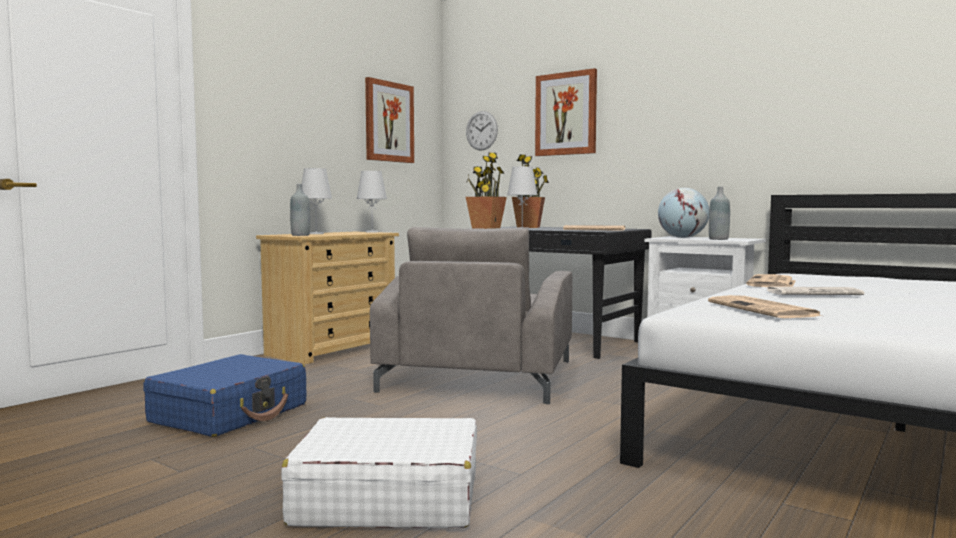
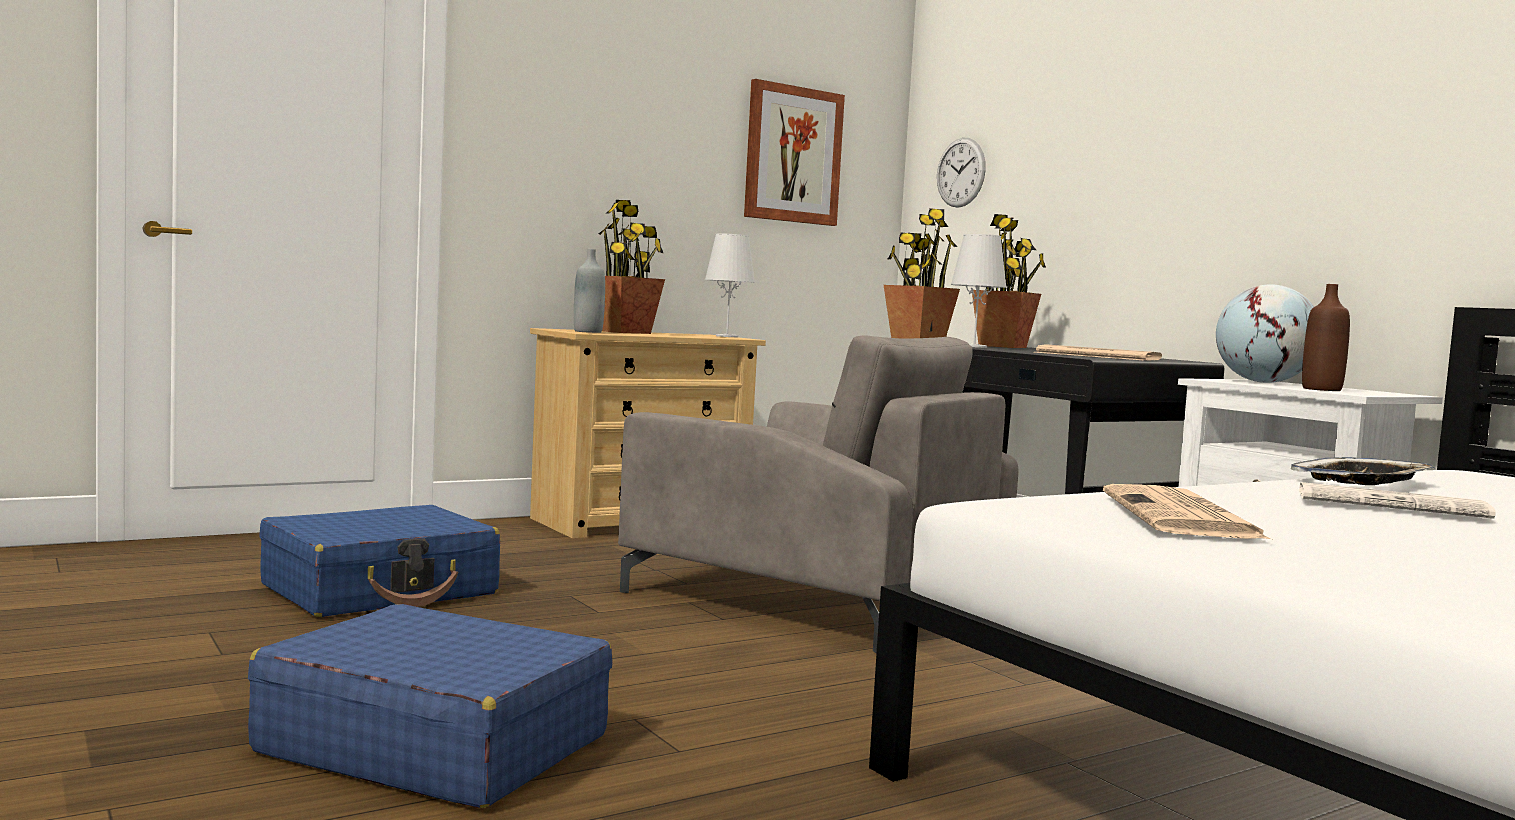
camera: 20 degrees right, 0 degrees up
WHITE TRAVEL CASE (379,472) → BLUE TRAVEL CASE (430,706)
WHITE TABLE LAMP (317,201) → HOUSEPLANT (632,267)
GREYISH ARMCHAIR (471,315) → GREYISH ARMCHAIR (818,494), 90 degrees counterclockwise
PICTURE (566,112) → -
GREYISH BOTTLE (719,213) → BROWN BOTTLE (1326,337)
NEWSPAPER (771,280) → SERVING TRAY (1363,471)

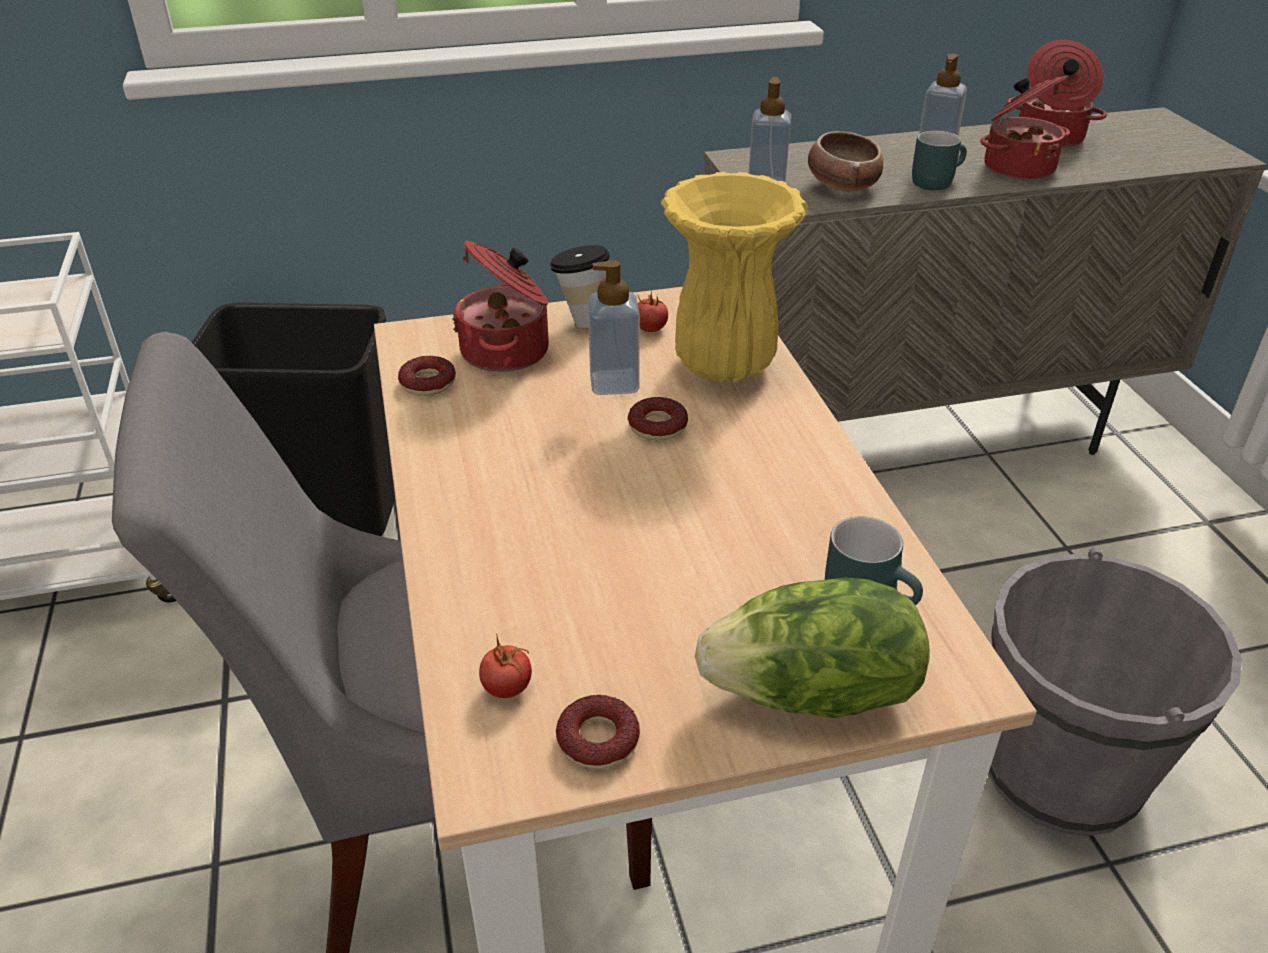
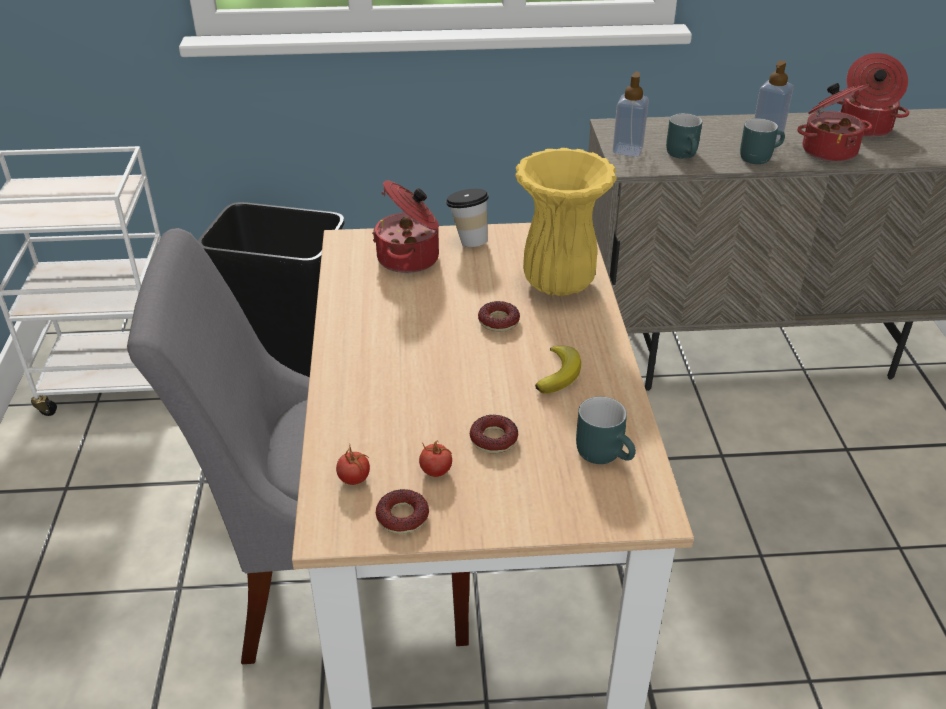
camera: 10 degrees right, 0 degrees up
RING DOUGHNUT (427,376) → RING DOUGHNUT (494,434), relocated
SOAP DISPENSER (614,327) → -
WHOLE TOMATO (653,311) → WHOLE TOMATO (435,459), relocated
HEAD OF LETTUCE (812,648) → -
BOWL (845,161) → TURQUOISE-COLOURED COFFEE MUG (684,136)
GREYISH BUCKET (1115,691) → -
- → BANANA (558,370)

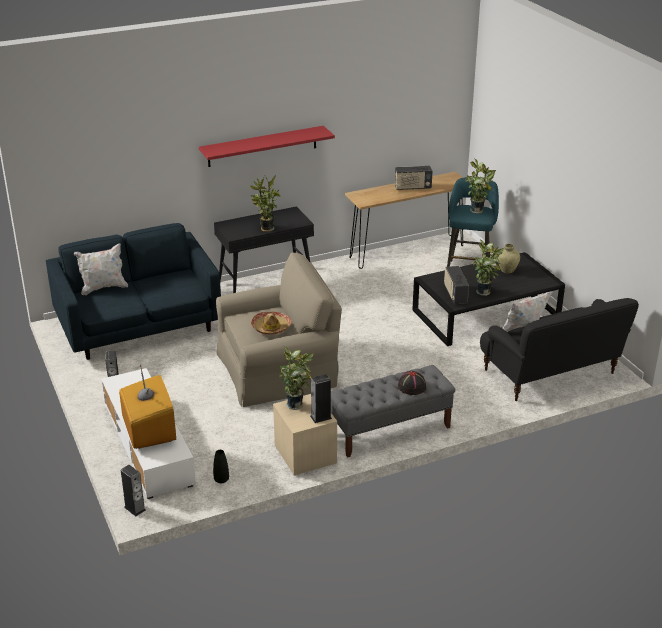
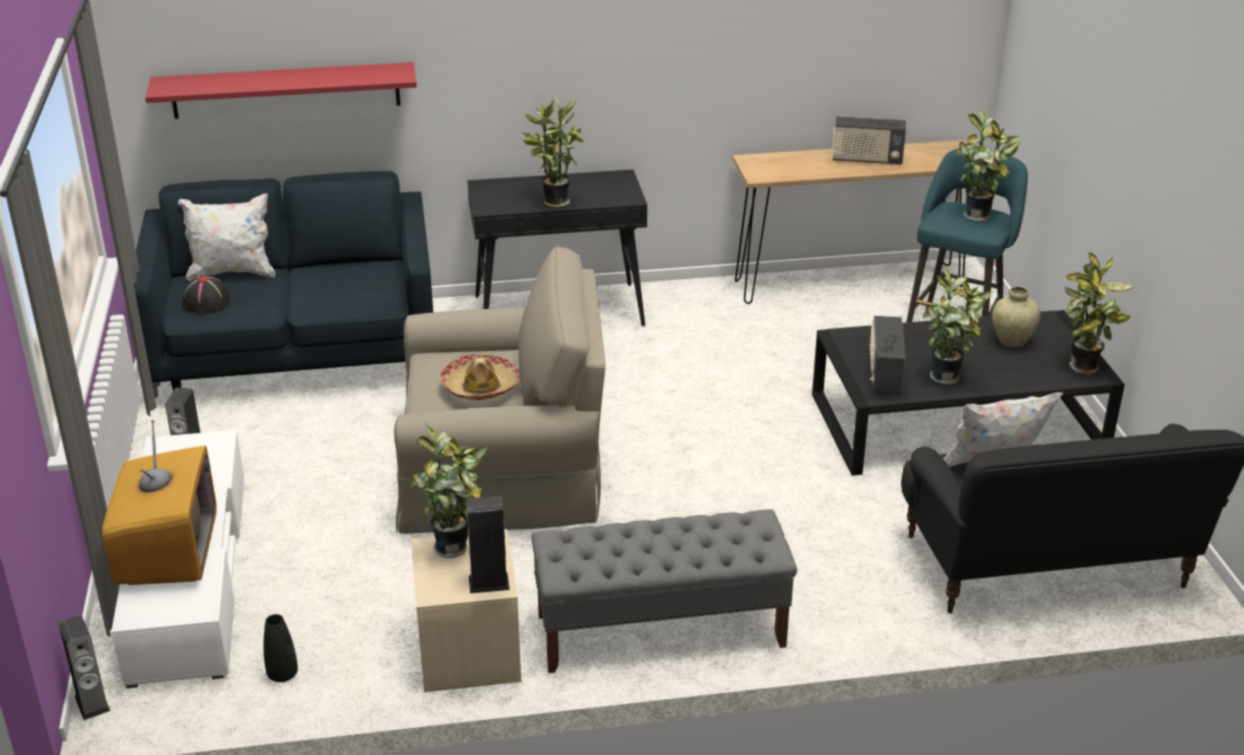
camera: 15 degrees right, 0 degrees up
REDDISH WALL SHELF (267,146) → REDDISH WALL SHELF (281,90), relocated
BLACK-COLOURED CLOTHING HAT (412,383) → BLACK-COLOURED CLOTHING HAT (206,295), relocated
- → HOUSEPLANT (1099,313)

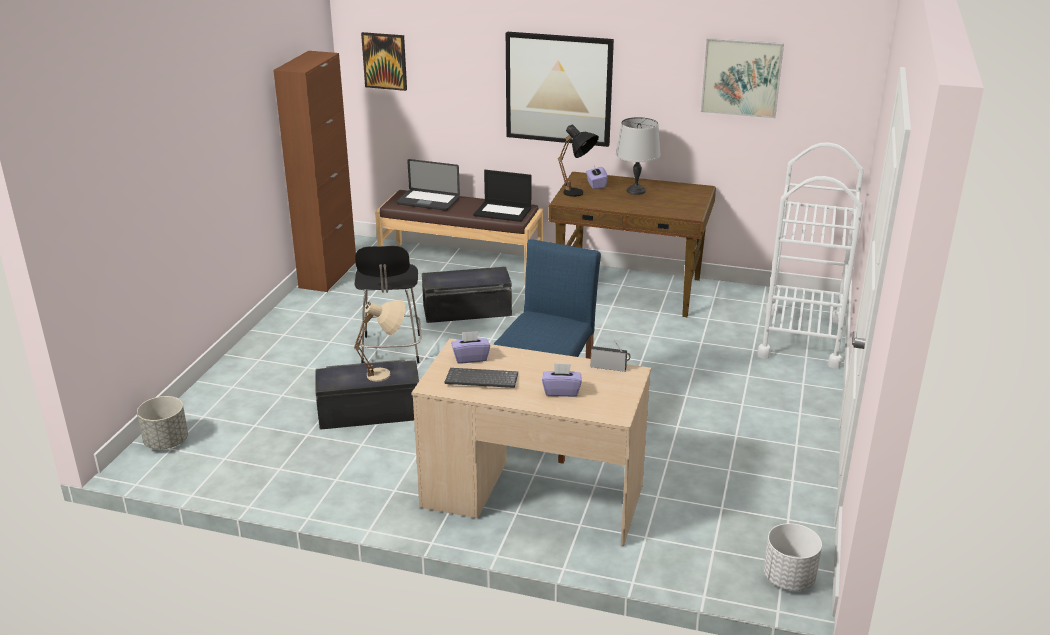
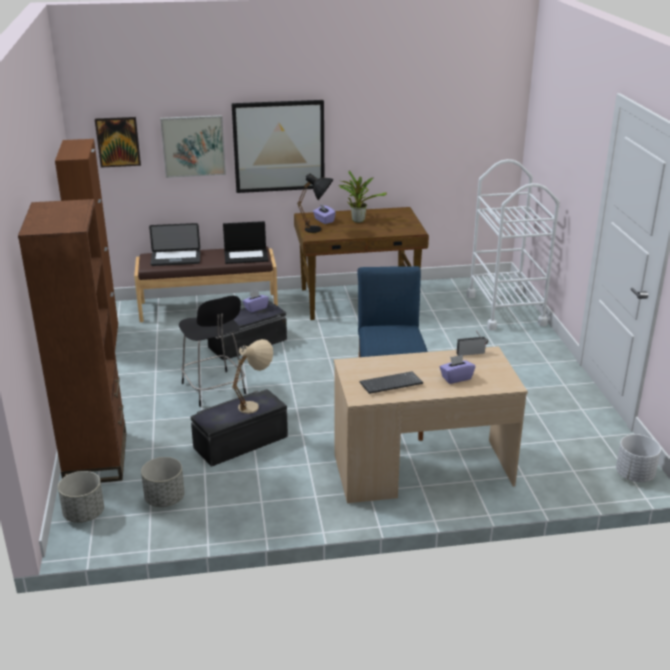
camera: 25 degrees left, 0 degrees up
PURPLE TISSUE BOX (470,347) → PURPLE TISSUE BOX (256,301), relocated
GREYISH TABLE LAMP (638,156) → HOUSEPLANT (363,197)
PICTURE (742,78) → PICTURE (193,146), relocated
- → BROWN BOOKCASE (72,340)
- → GREYISH PLANTER (163,482)

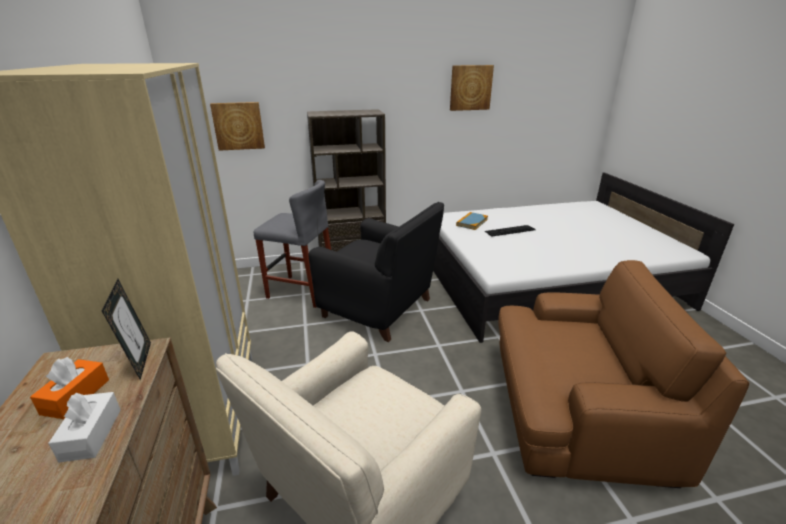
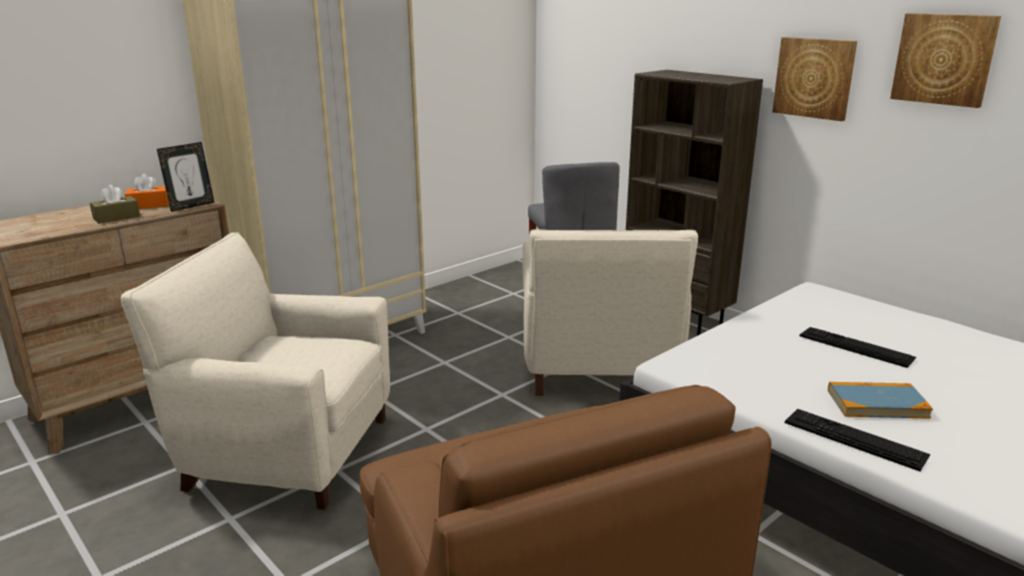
camera: 60 degrees right, 5 degrees down
WHITE TISSUE BOX (84,427) → BROWN TISSUE BOX (115,204)
PICTURE (237,126) → PICTURE (814,79), relocated
BLACK-COLOURED ARMCHAIR (376,272) → SAND-COLOURED ARMCHAIR (610,313)
BOOK (472,221) → BOOK (880,400), relocated
- → KEYBOARD (857,440)

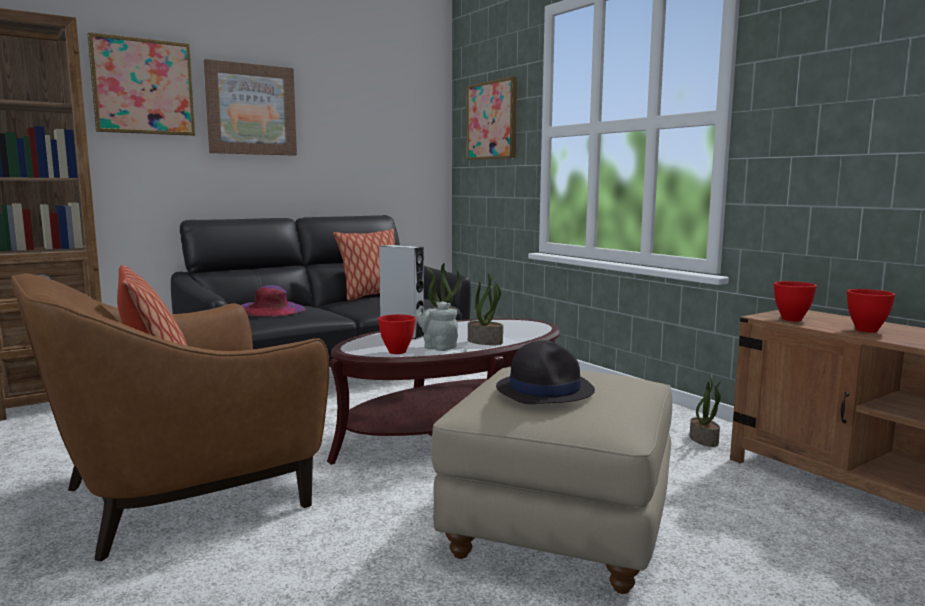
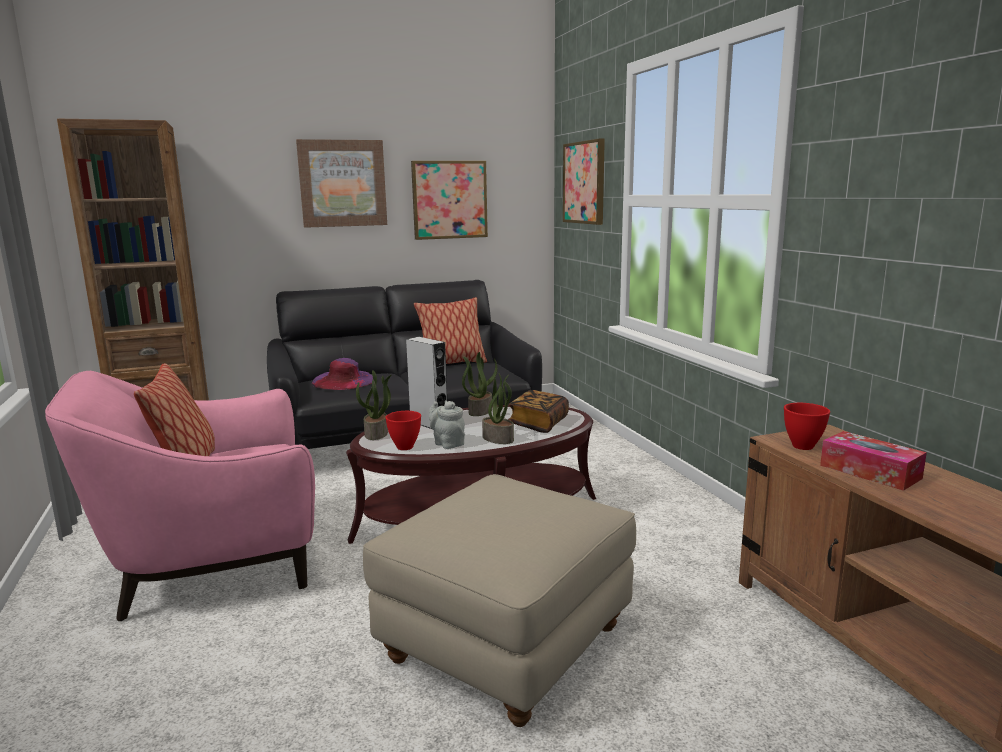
camera: 15 degrees right, 5 degrees up
BROWN ARMCHAIR (170,417) → PINKISH ARMCHAIR (180,496)
PICTURE (141,84) → PICTURE (449,200), relocated
BLACK-COLOURED CLOTHING HAT (545,372) → -
HOUSEPLANT (706,412) → HOUSEPLANT (374,405), relocated
REDDISH BOWL (871,311) → TISSUE BOX (873,461)
- → BOOK (538,411)

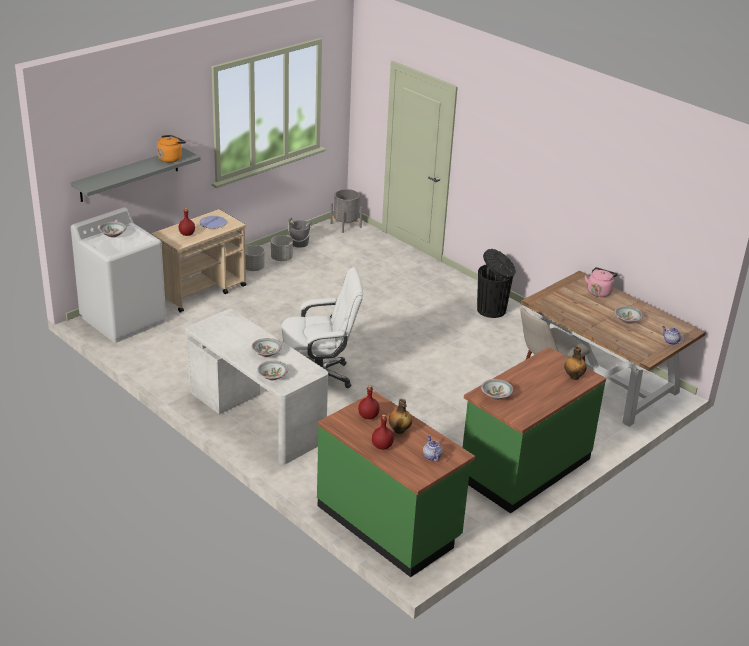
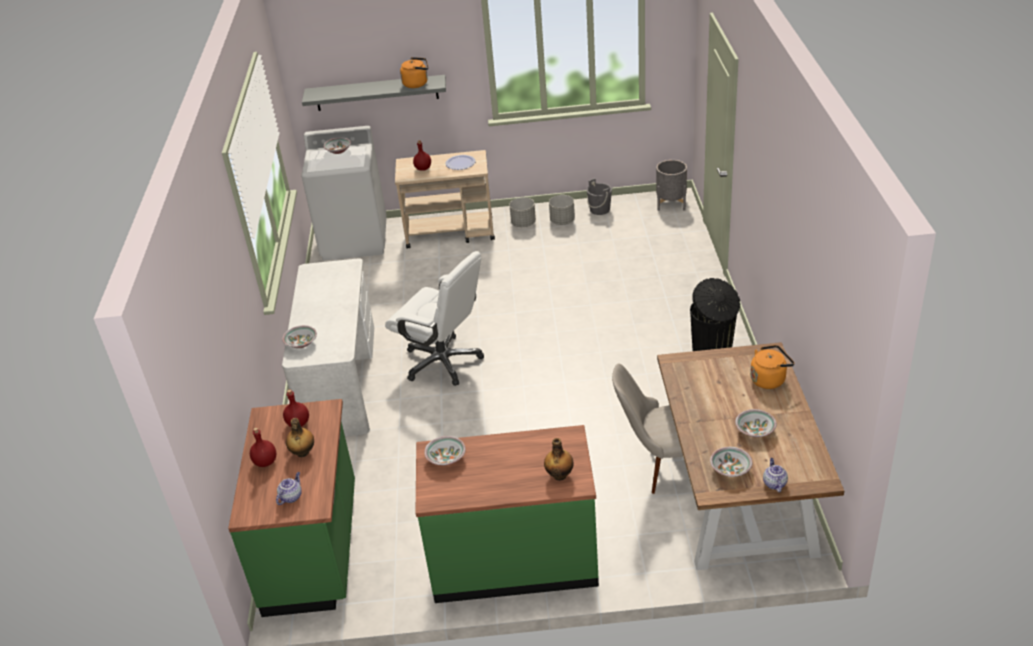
camera: 45 degrees right, 5 degrees up
BOWL (267,347) → BOWL (731,462), relocated
PINKISH KETTLE (601,282) → ORANGE KETTLE (772,367)

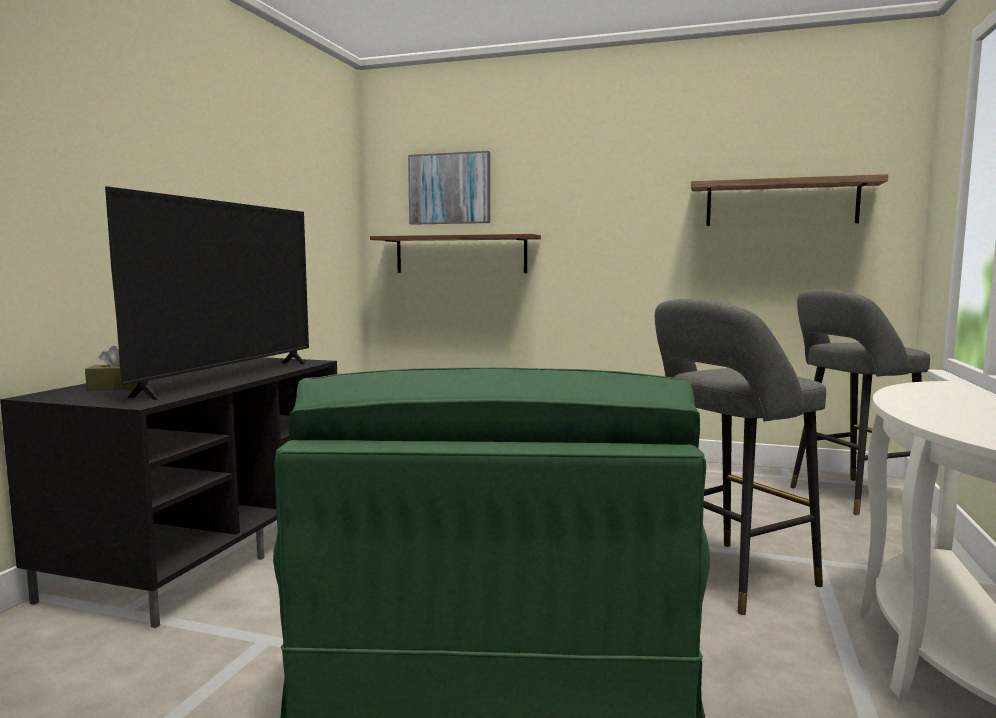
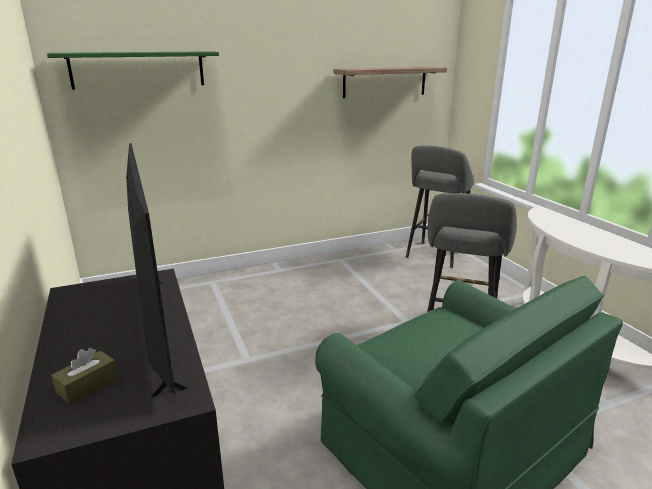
camera: 40 degrees left, 15 degrees up
BROWN WALL SHELF (455,253) → -
PICTURE (449,188) → GREENISH WALL SHELF (133,70)

